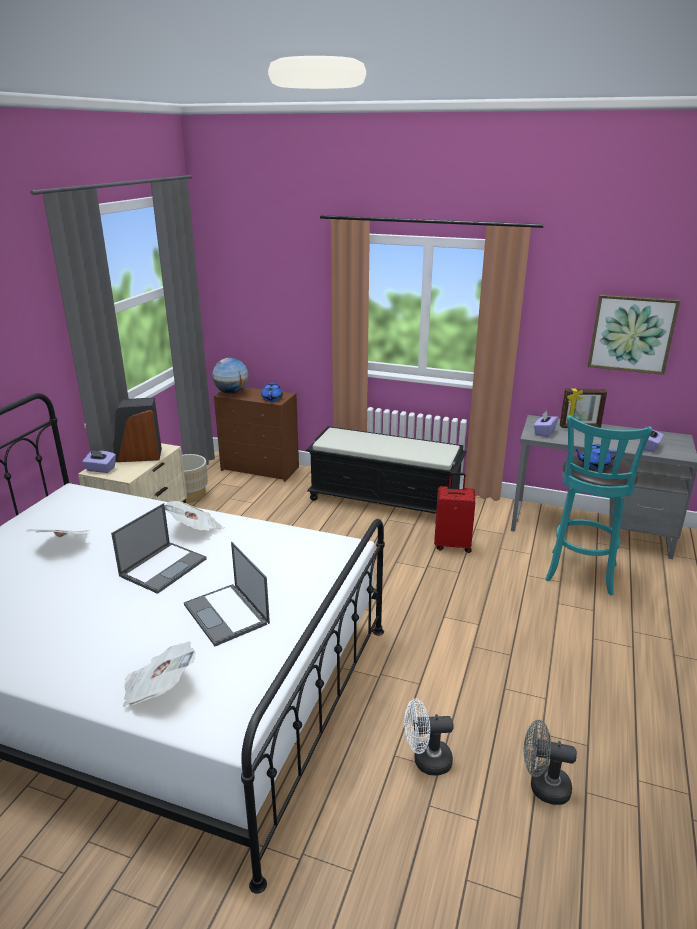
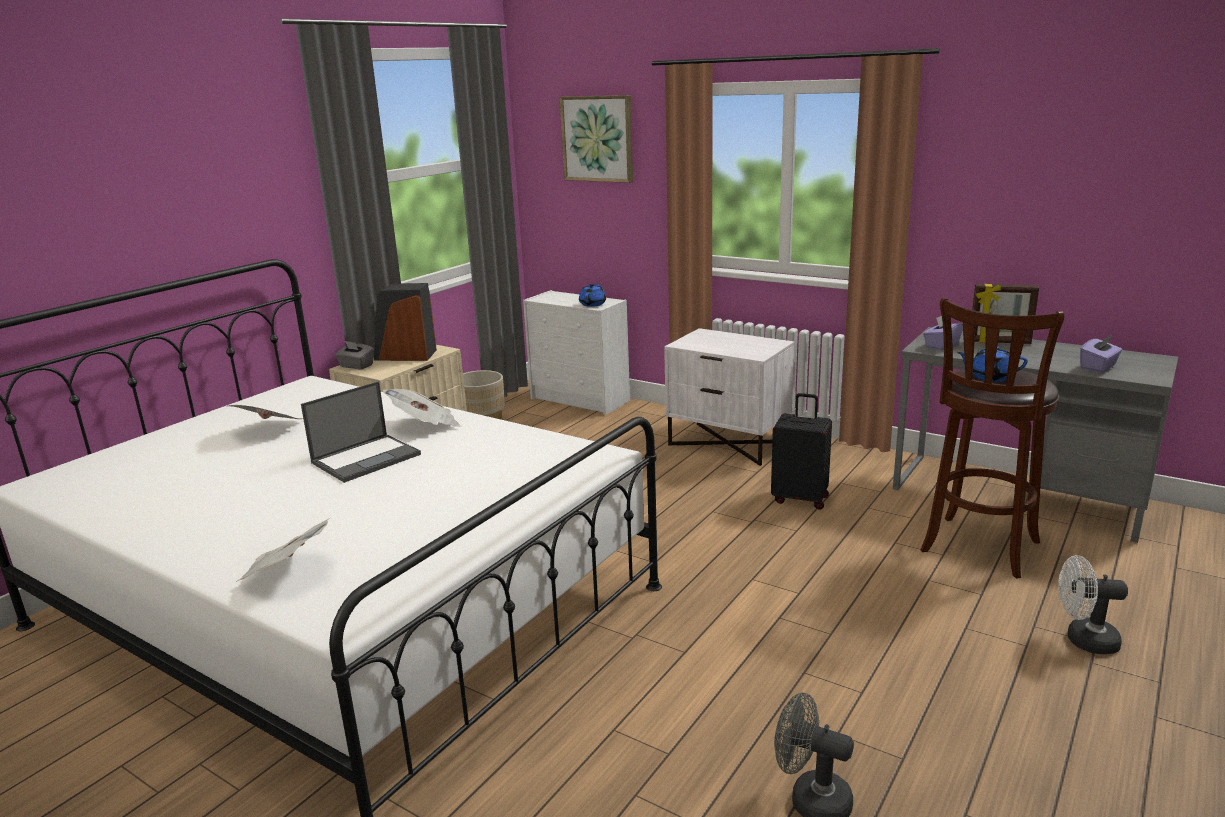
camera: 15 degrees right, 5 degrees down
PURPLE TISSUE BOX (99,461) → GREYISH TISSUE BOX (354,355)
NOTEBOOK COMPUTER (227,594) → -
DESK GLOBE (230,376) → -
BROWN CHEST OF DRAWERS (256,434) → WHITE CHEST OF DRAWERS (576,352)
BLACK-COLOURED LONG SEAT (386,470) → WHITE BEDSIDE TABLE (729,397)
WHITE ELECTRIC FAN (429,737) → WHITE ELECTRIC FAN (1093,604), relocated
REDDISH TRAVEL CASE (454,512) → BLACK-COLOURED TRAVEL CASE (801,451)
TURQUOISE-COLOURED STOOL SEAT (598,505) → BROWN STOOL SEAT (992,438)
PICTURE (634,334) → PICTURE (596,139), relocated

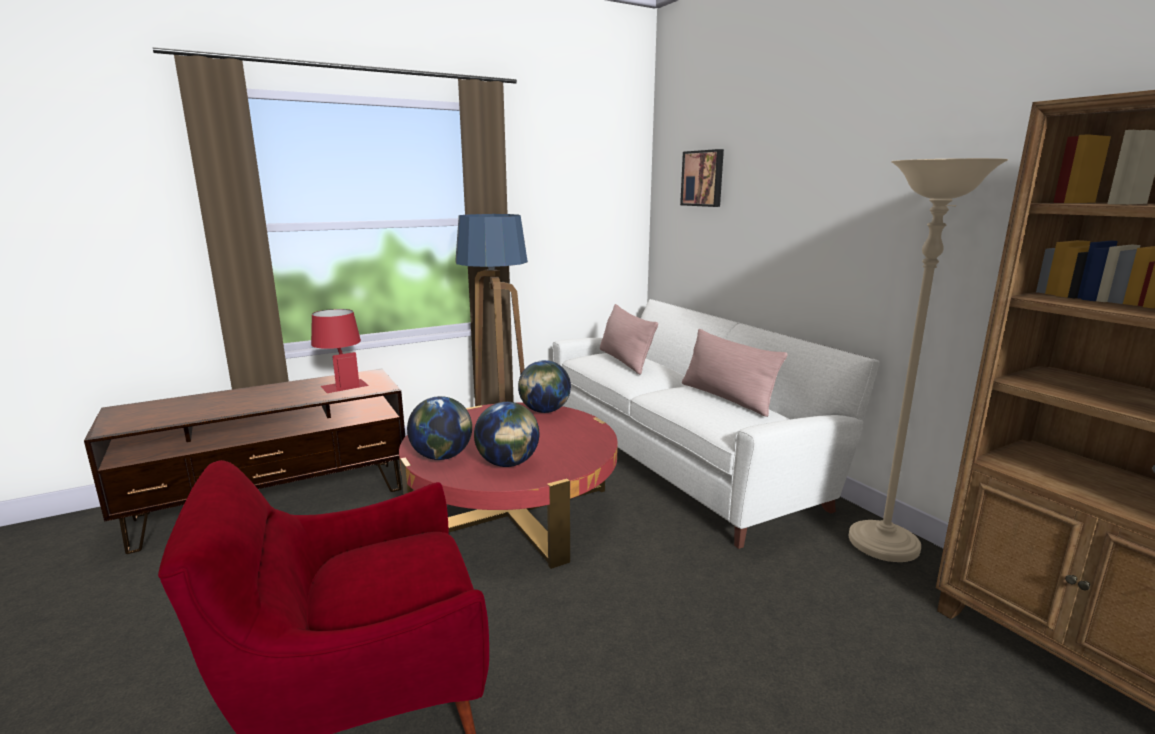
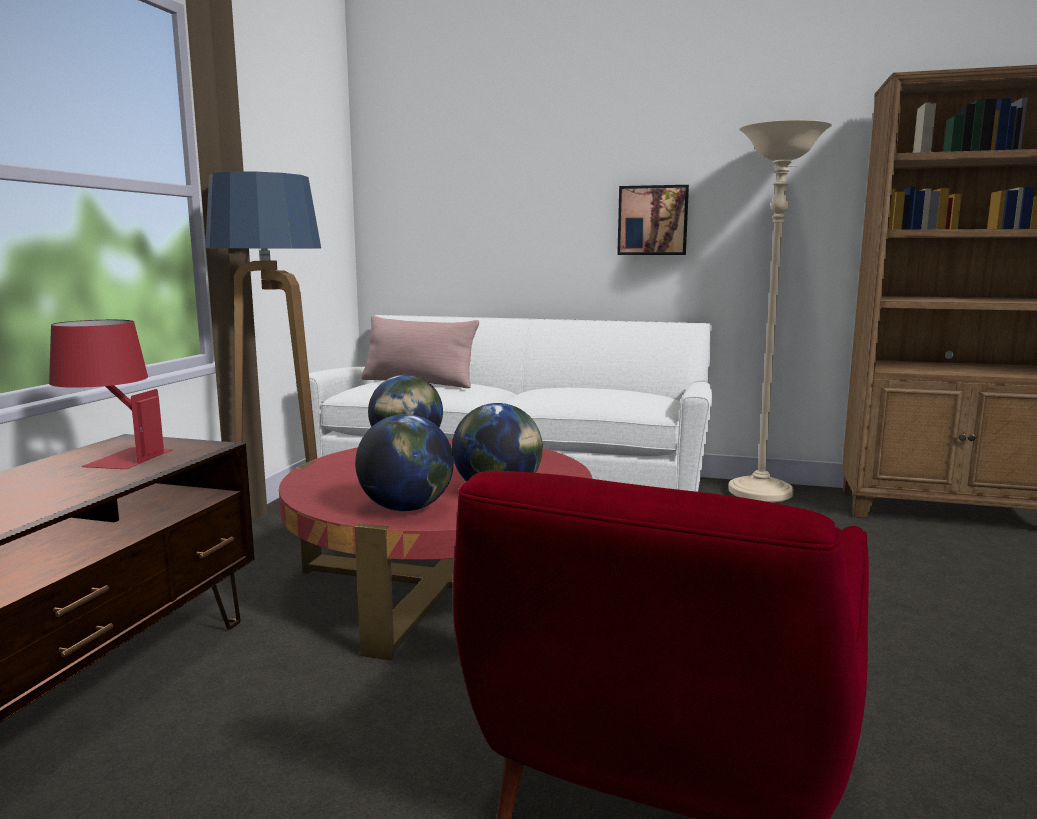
camera: 45 degrees left, 5 degrees down
PICTURE (702,178) → PICTURE (653,220), relocated
PINKISH THROW PILLOW (735,373) → -

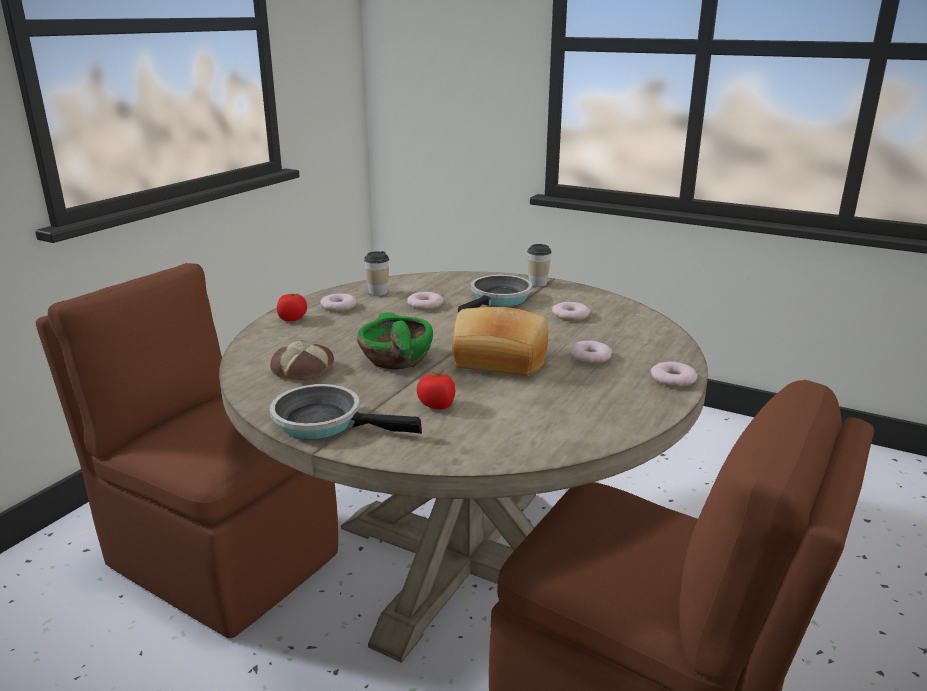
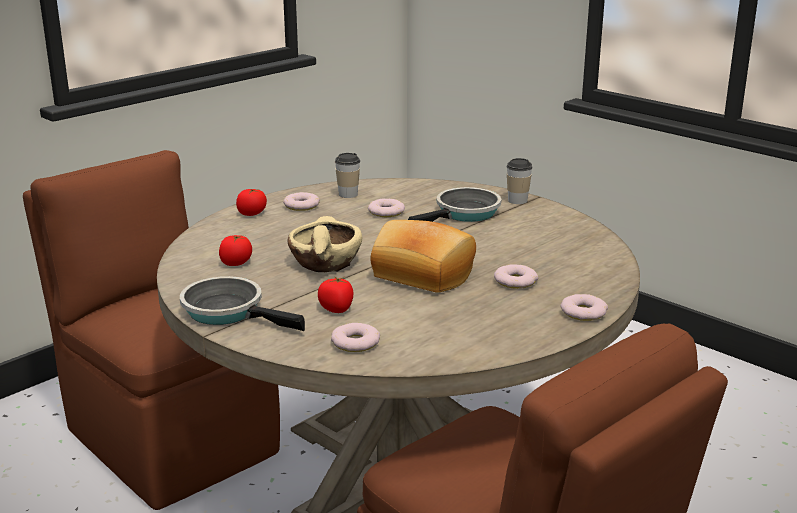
camera: 15 degrees right, 0 degrees up
BAKERY BREAD (302,360) → WHOLE TOMATO (235,250)
GREENISH BOWL (395,341) → SAND-COLOURED BOWL (324,244)
RING DOUGHNUT (571,311) → RING DOUGHNUT (355,337), relocated

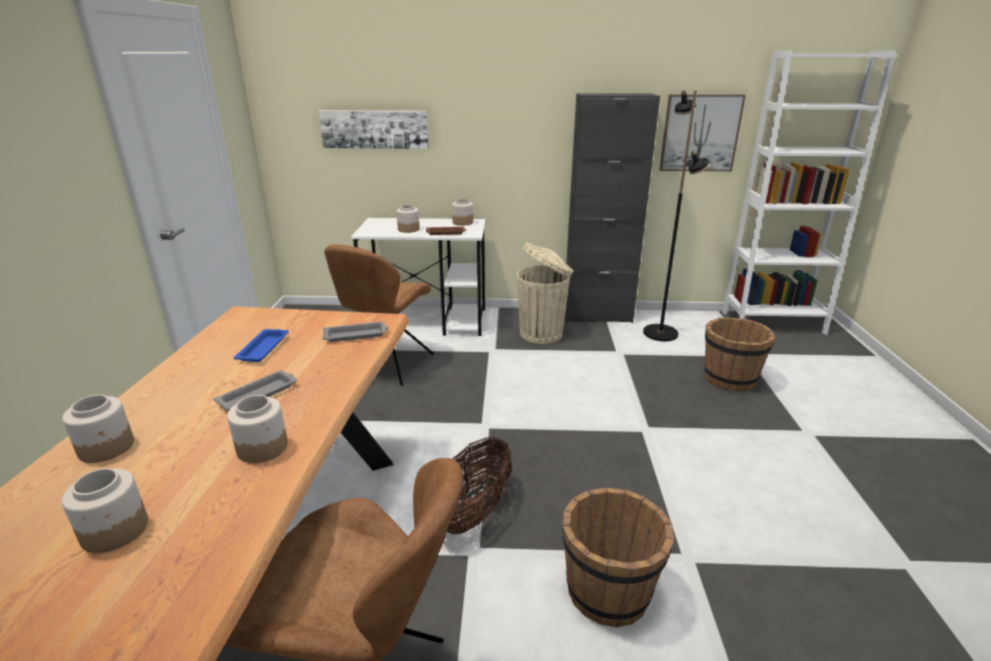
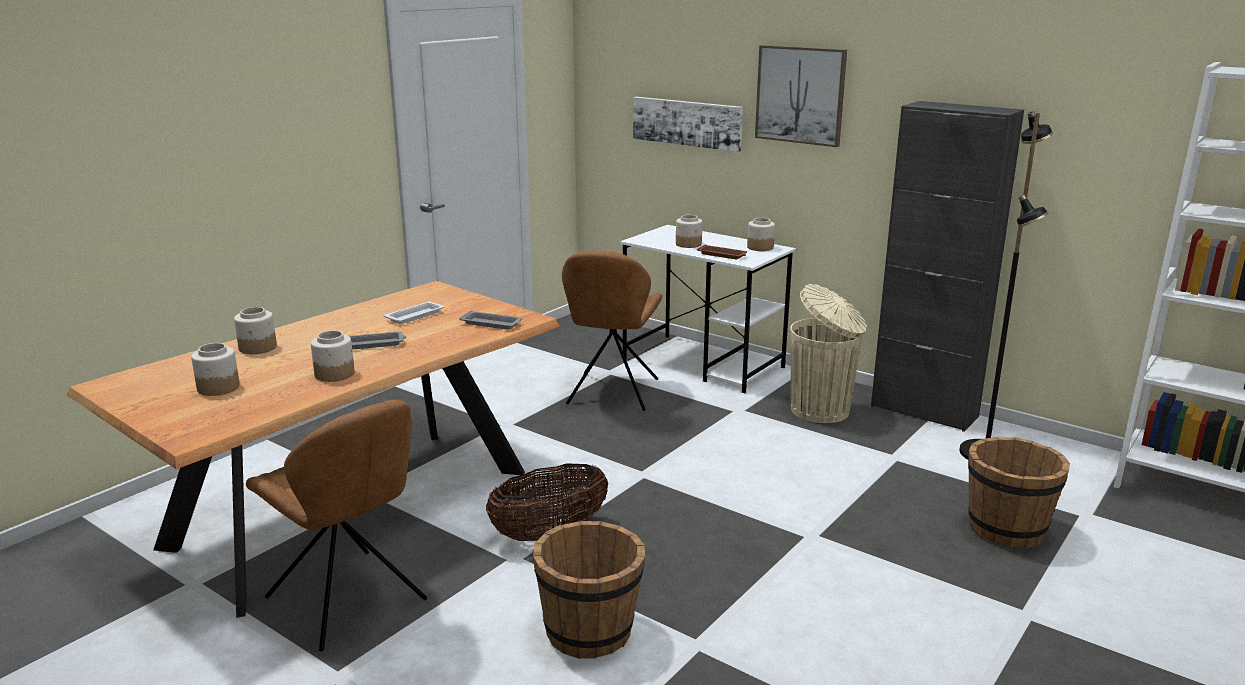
camera: 35 degrees right, 5 degrees down
BLUE SERVING TRAY (261,345) → WHITE SERVING TRAY (413,313)
BROWN UPRIGHT CHAIR (379,315) → BROWN UPRIGHT CHAIR (612,330), 45 degrees counterclockwise
PICTURE (703,132) → PICTURE (801,96), relocated

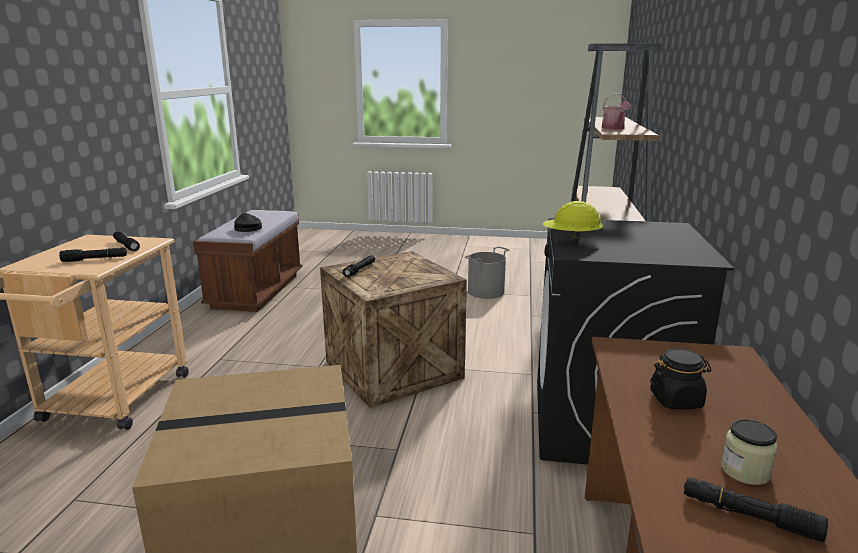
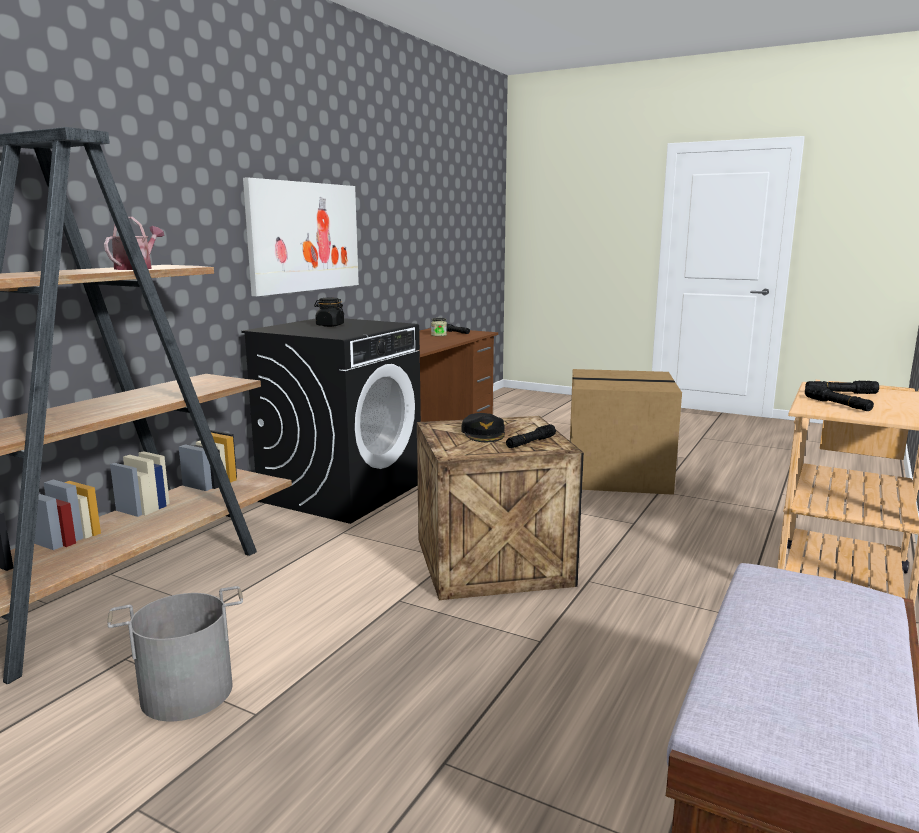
camera: 160 degrees left, 5 degrees down
BLACK-COLOURED CAP (248,222) → BLACK-COLOURED CAP (483,427), relocated
YELLOW-COLOURED SAFETY HELMET (573,221) → -
BLACK-COLOURED JAR (680,379) → BLACK-COLOURED JAR (329,312), relocated
- → PICTURE (301,237)

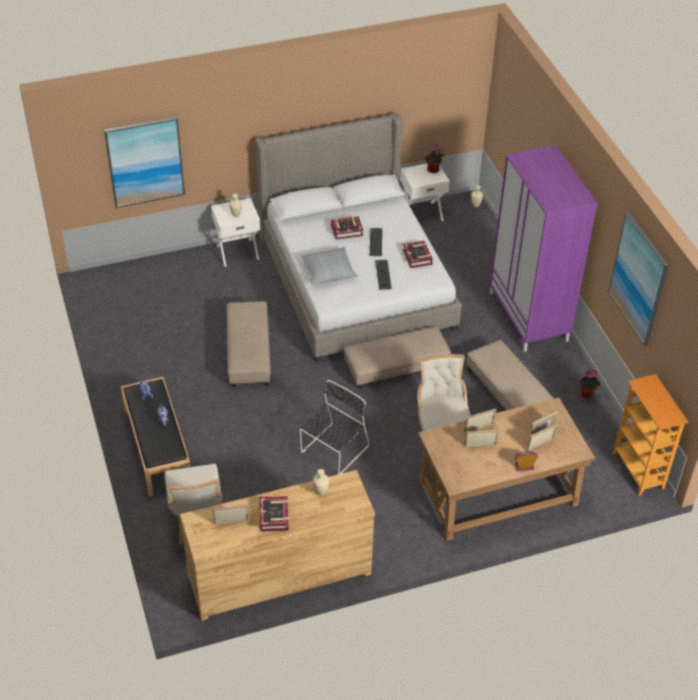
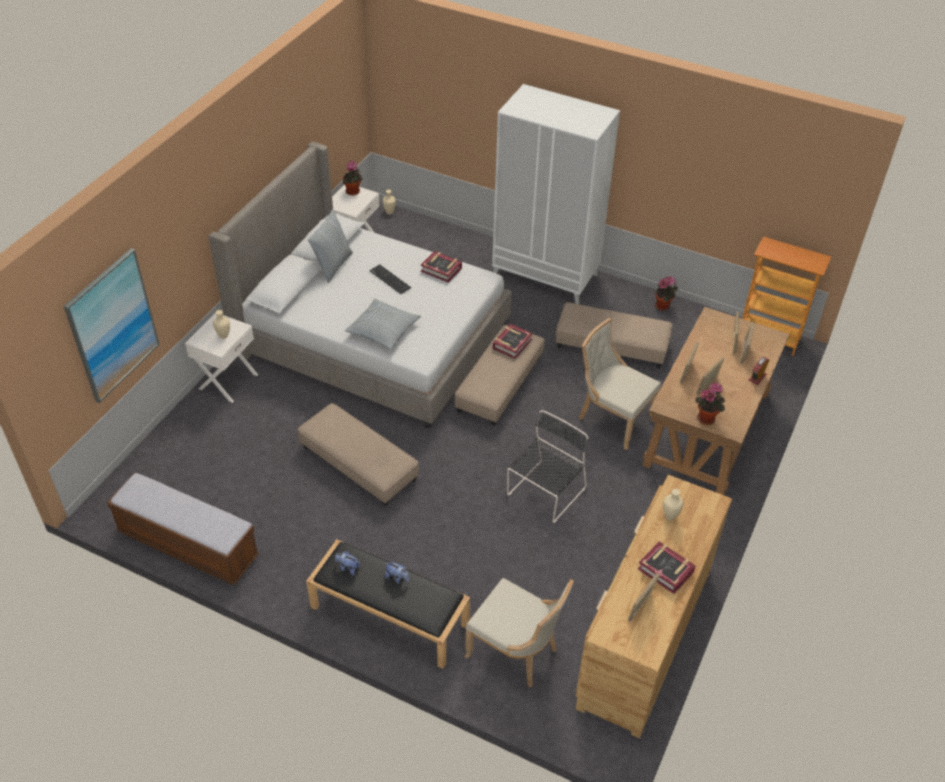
camera: 45 degrees left, 0 degrees up
BLACK-COLOURED UPRIGHT CHAIR (334,427) → BLACK-COLOURED UPRIGHT CHAIR (548,466), 45 degrees clockwise
BOOK (347,228) → BOOK (513,341), relocated
KEYBOARD (383,275) → -
PURPLE ARMOIRE (543,248) → WHITE ARMOIRE (556,194)
PICTURE (638,279) → -
- → LONG SEAT (183,529)
- → THROW PILLOW (330,246)
- → HOUSEPLANT (710,403)

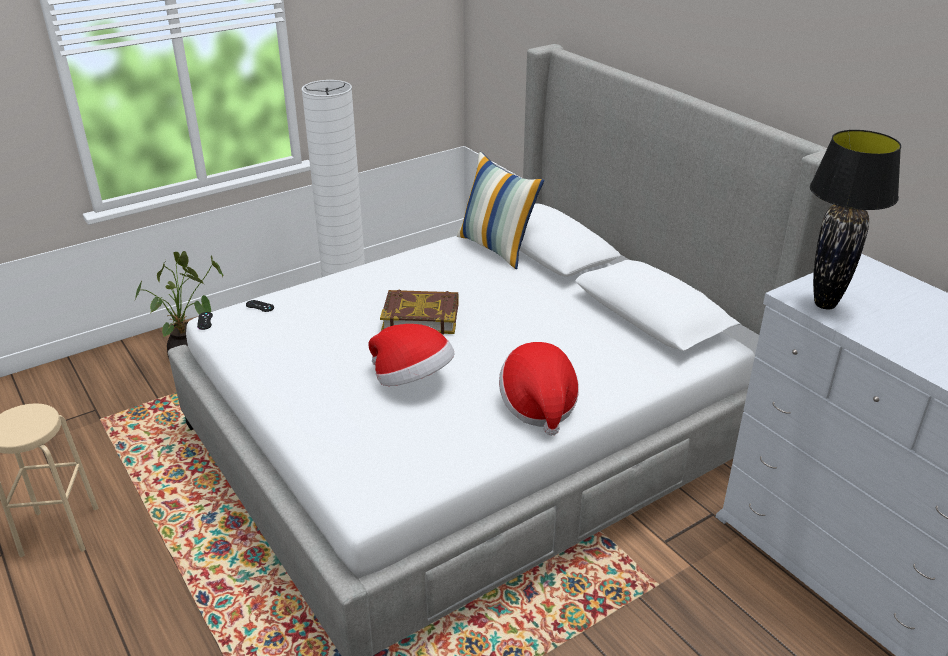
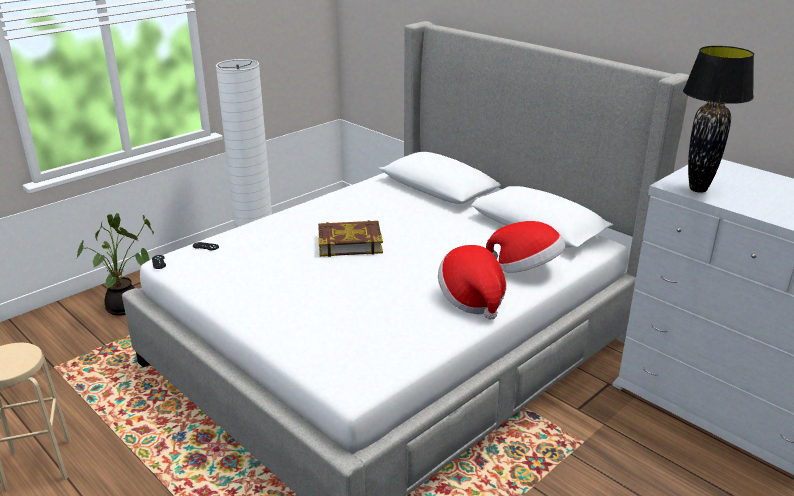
camera: 10 degrees left, 5 degrees down
CLOTHING HAT (411,355) → CLOTHING HAT (525,247), relocated
THROW PILLOW (500,210) → -

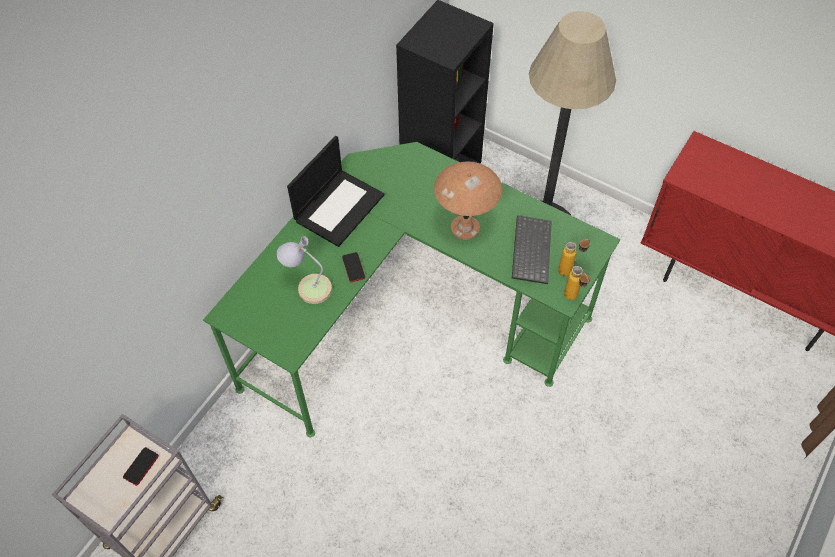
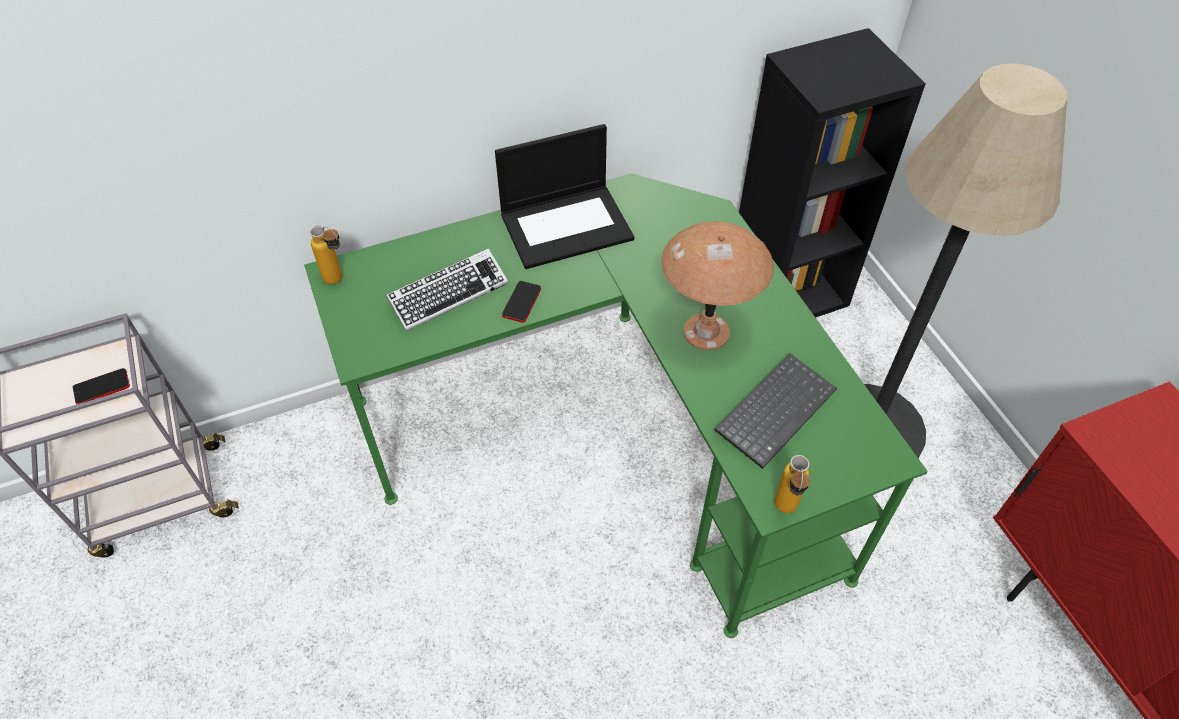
camera: 35 degrees right, 5 degrees down
TABLE LAMP (304,270) → KEYBOARD (447,290)
BOTTLE (574,257) → BOTTLE (325,255), relocated

